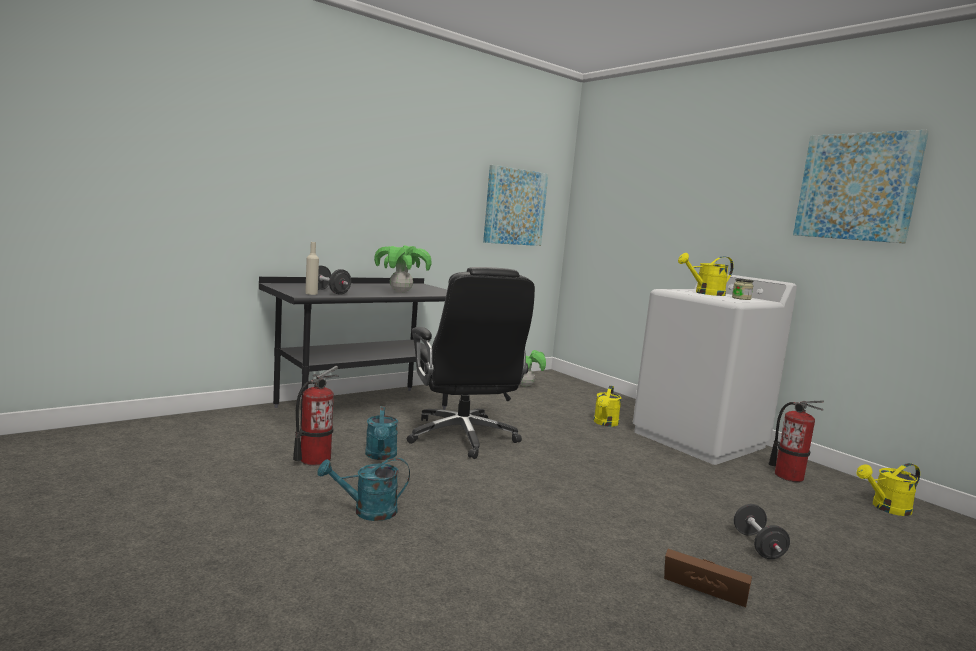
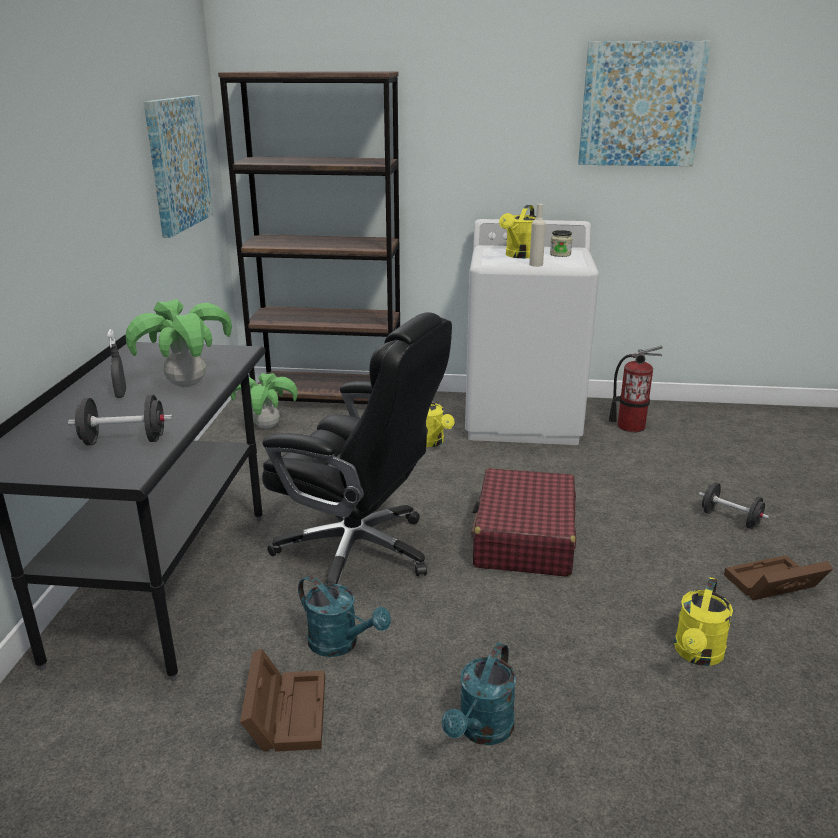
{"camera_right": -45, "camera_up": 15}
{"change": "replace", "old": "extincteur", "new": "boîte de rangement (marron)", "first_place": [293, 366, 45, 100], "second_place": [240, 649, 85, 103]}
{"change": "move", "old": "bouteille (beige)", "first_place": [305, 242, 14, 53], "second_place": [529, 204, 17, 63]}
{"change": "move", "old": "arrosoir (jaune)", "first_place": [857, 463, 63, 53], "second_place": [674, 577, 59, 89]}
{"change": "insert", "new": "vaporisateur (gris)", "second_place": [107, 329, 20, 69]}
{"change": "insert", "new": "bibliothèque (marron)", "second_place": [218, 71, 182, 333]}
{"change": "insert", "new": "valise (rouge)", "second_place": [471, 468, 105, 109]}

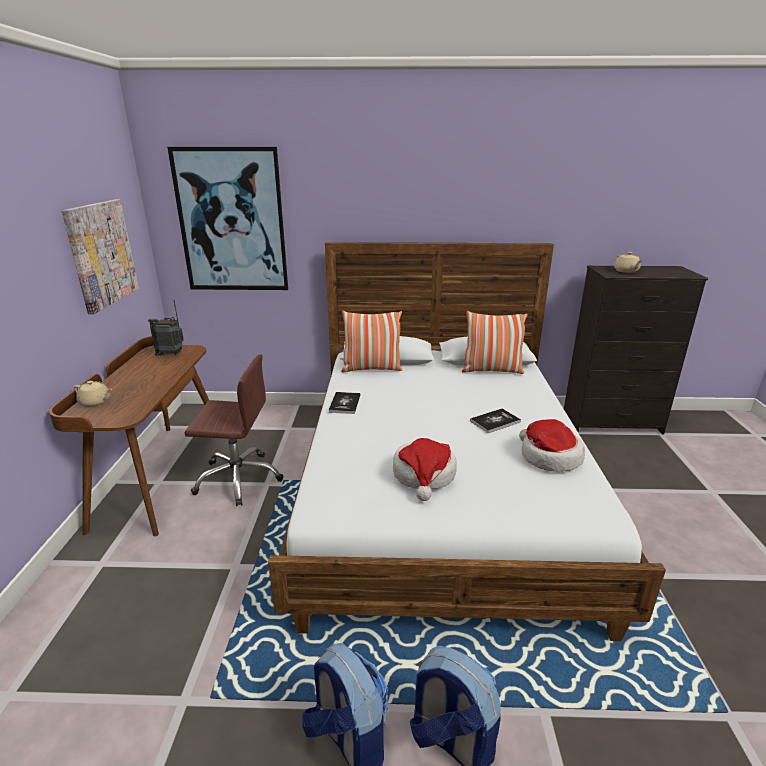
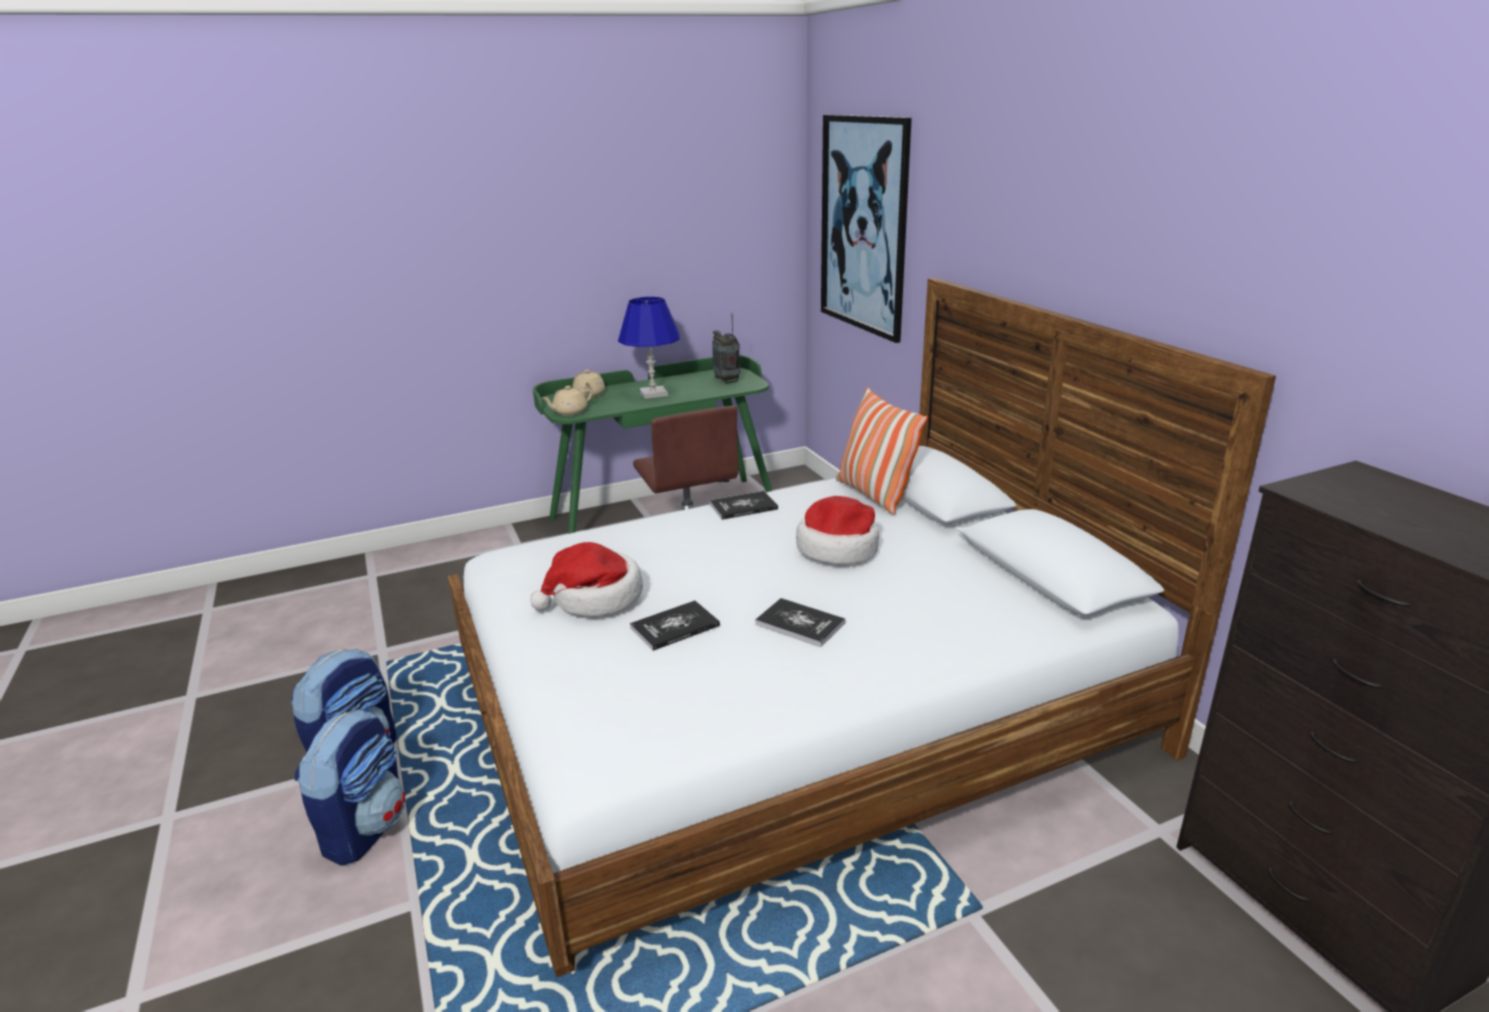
{"camera_right": 65, "camera_up": 0}
{"change": "recolor", "old": "bureau (marron)", "new": "bureau (vert)", "first_place": [49, 336, 160, 200], "second_place": [533, 355, 239, 179]}
{"change": "delete", "old": "tableau", "first_place": [62, 199, 77, 115]}
{"change": "delete", "old": "coussin", "first_place": [462, 311, 66, 63]}
{"change": "move", "old": "chapeau", "first_place": [519, 419, 66, 53], "second_place": [796, 496, 83, 68]}
{"change": "move", "old": "théière (beige)", "first_place": [614, 252, 29, 21], "second_place": [542, 386, 50, 30]}
{"change": "insert", "new": "lampe de table (bleu)", "second_place": [618, 297, 62, 102]}
{"change": "insert", "new": "livre", "second_place": [630, 600, 90, 51]}

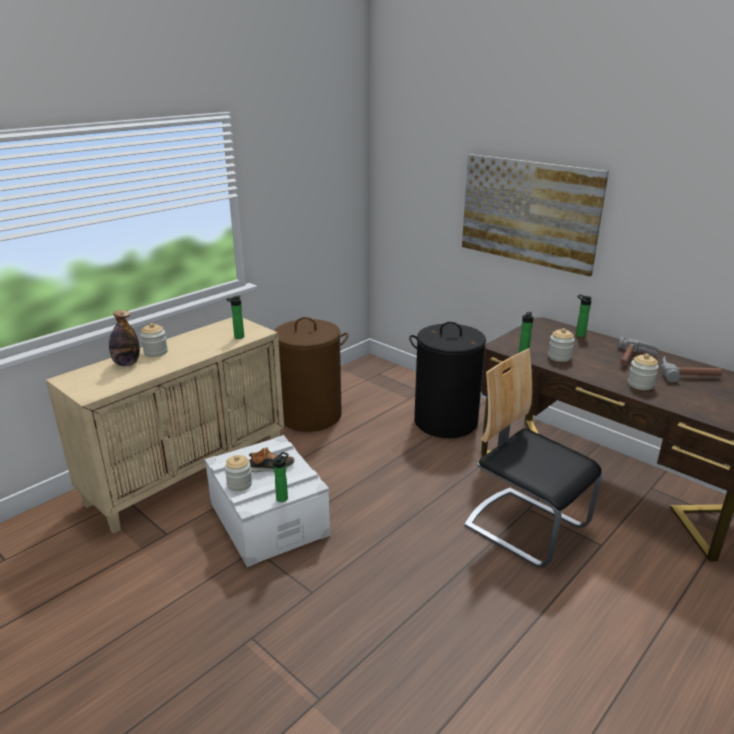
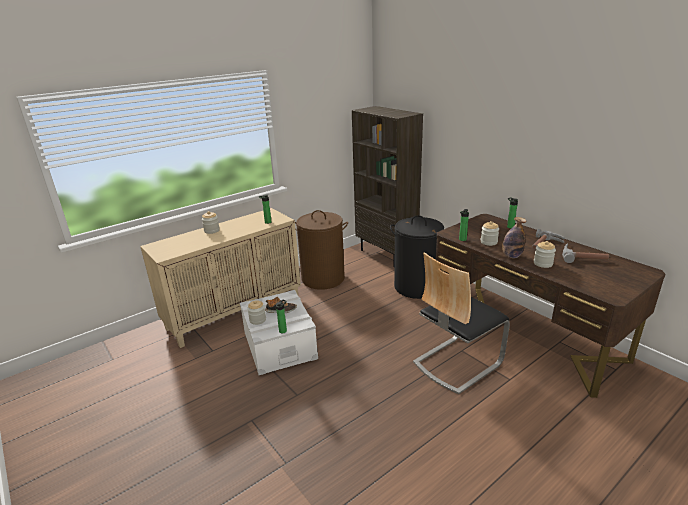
{"camera_right": 10, "camera_up": 0}
{"change": "move", "old": "bouteille", "first_place": [109, 310, 31, 56], "second_place": [502, 217, 24, 41]}
{"change": "delete", "old": "tableau", "first_place": [462, 154, 147, 123]}
{"change": "rotate", "old": "chaise", "first_place": [464, 348, 138, 220], "second_place": [413, 252, 97, 142], "degrees": -90}
{"change": "insert", "new": "bibliothèque (marron)", "second_place": [352, 106, 71, 161]}

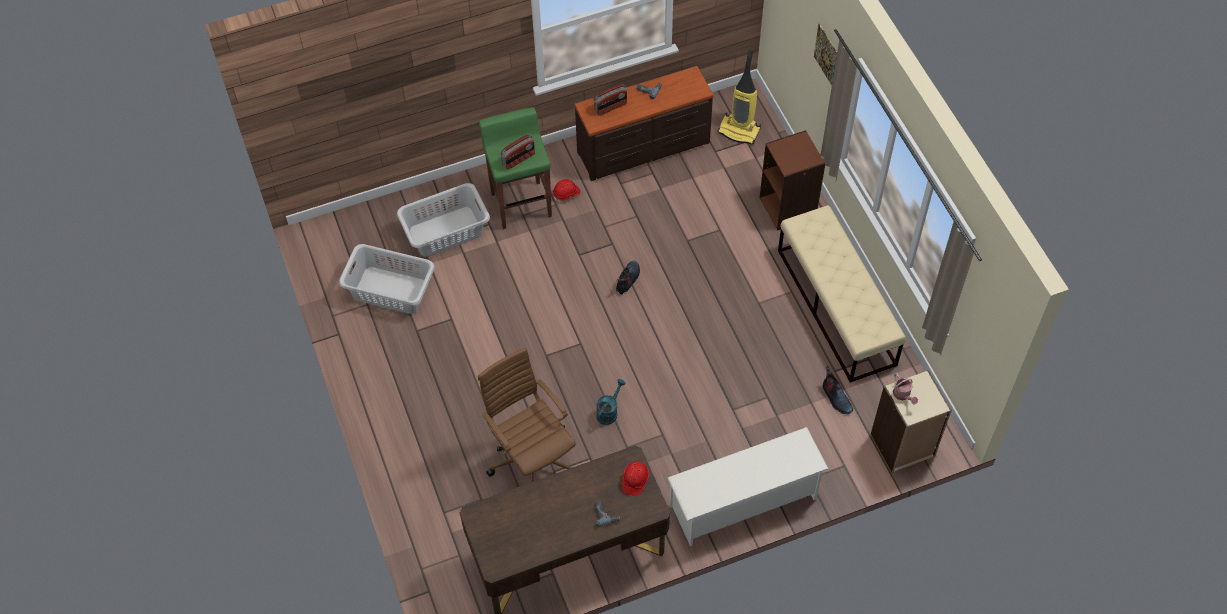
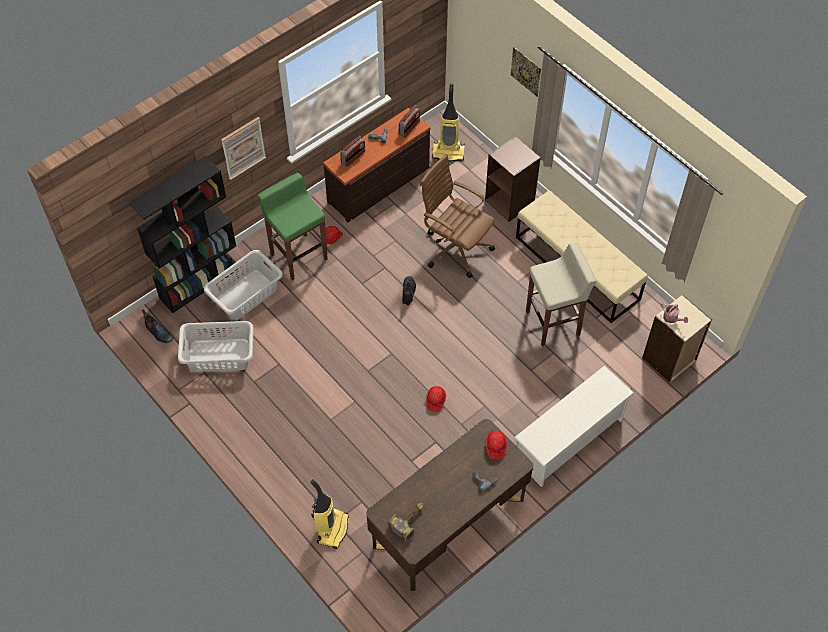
{"camera_right": -20, "camera_up": 0}
{"change": "move", "old": "chaise de bureau (marron)", "first_place": [478, 348, 98, 135], "second_place": [420, 155, 75, 123]}
{"change": "move", "old": "radio", "first_place": [501, 134, 34, 36], "second_place": [399, 106, 21, 31]}
{"change": "replace", "old": "arrosoir (turquoise)", "new": "casque de chantier (rouge)", "first_place": [596, 379, 30, 46], "second_place": [426, 386, 20, 26]}
{"change": "move", "old": "botte", "first_place": [823, 366, 30, 48], "second_place": [142, 309, 31, 34]}
{"change": "insert", "new": "bibliothèque (noir)", "second_place": [129, 156, 112, 157]}
{"change": "insert", "new": "tableau", "second_place": [221, 117, 45, 63]}
{"change": "insert", "new": "aspirateur", "second_place": [311, 479, 38, 70]}
{"change": "insert", "new": "marteau", "second_place": [387, 503, 37, 39]}
{"change": "insert", "new": "tabouret (beige)", "second_place": [526, 242, 70, 104]}

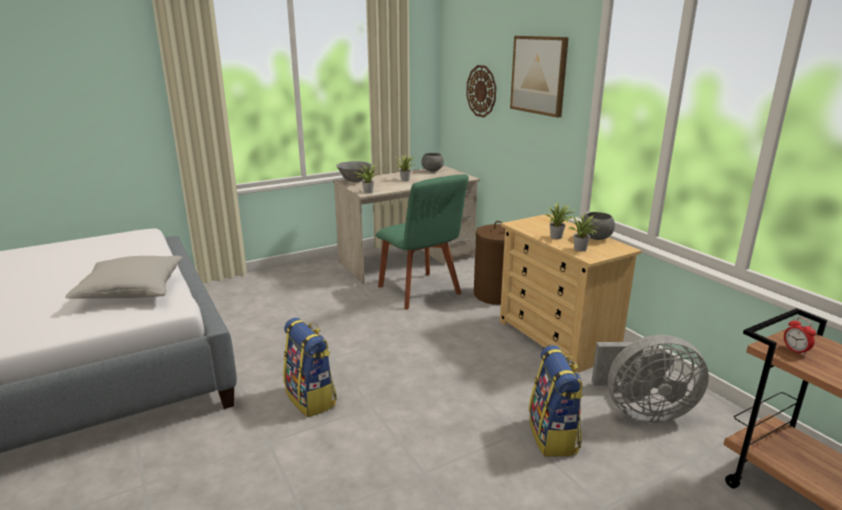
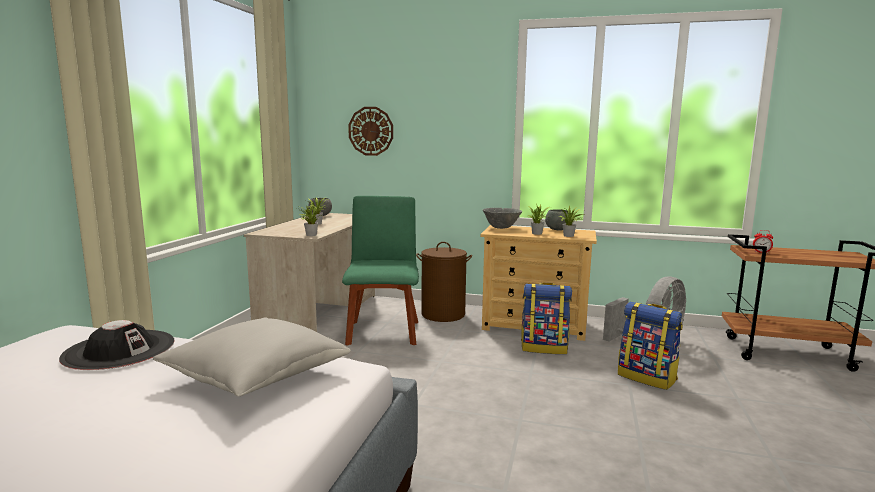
{"camera_right": -45, "camera_up": -10}
{"change": "move", "old": "sac à dos", "first_place": [283, 318, 54, 99], "second_place": [521, 282, 51, 72]}
{"change": "move", "old": "bol (gris)", "first_place": [336, 161, 36, 21], "second_place": [483, 208, 39, 21]}
{"change": "rotate", "old": "chaise (vert)", "first_place": [376, 174, 93, 136], "second_place": [342, 196, 77, 149], "degrees": -105}
{"change": "delete", "old": "tableau", "first_place": [510, 36, 59, 82]}
{"change": "insert", "new": "chapeau (noir)", "second_place": [59, 320, 115, 50]}

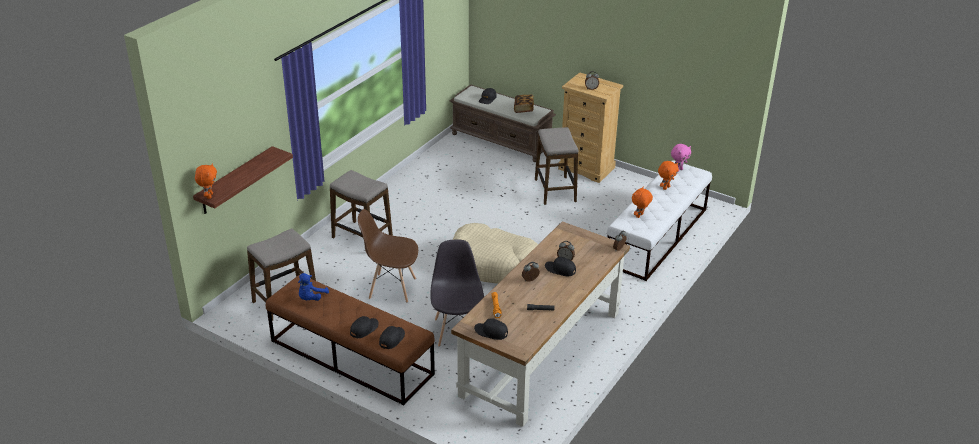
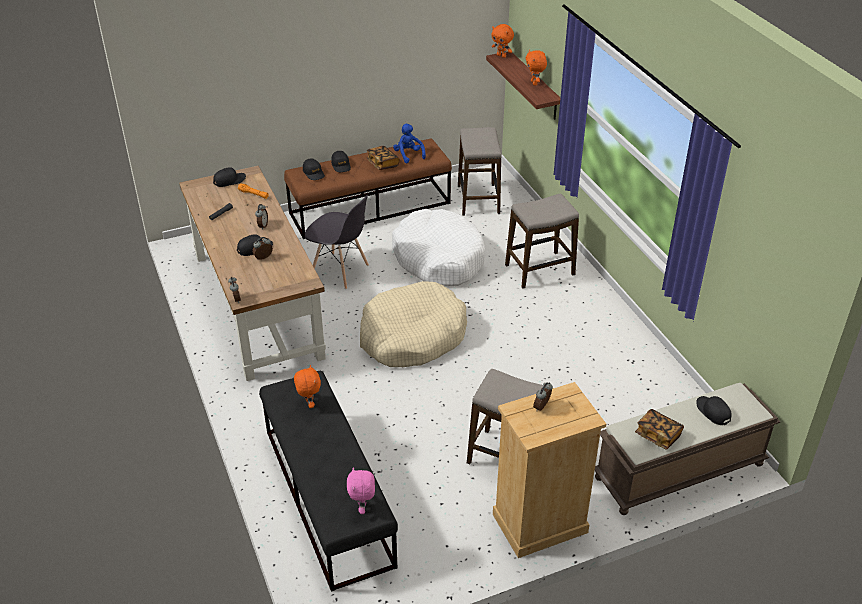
{"camera_right": 125, "camera_up": 5}
{"change": "replace", "old": "chaise (marron)", "new": "panier pour chien (blanc)", "first_place": [358, 209, 60, 94], "second_place": [392, 209, 93, 78]}
{"change": "recolor", "old": "banc (blanc)", "new": "banc (noir)", "first_place": [607, 160, 105, 121], "second_place": [259, 371, 139, 221]}
{"change": "move", "old": "peluche (orange)", "first_place": [658, 161, 21, 29], "second_place": [526, 50, 21, 36]}
{"change": "insert", "new": "livre", "second_place": [366, 146, 34, 24]}

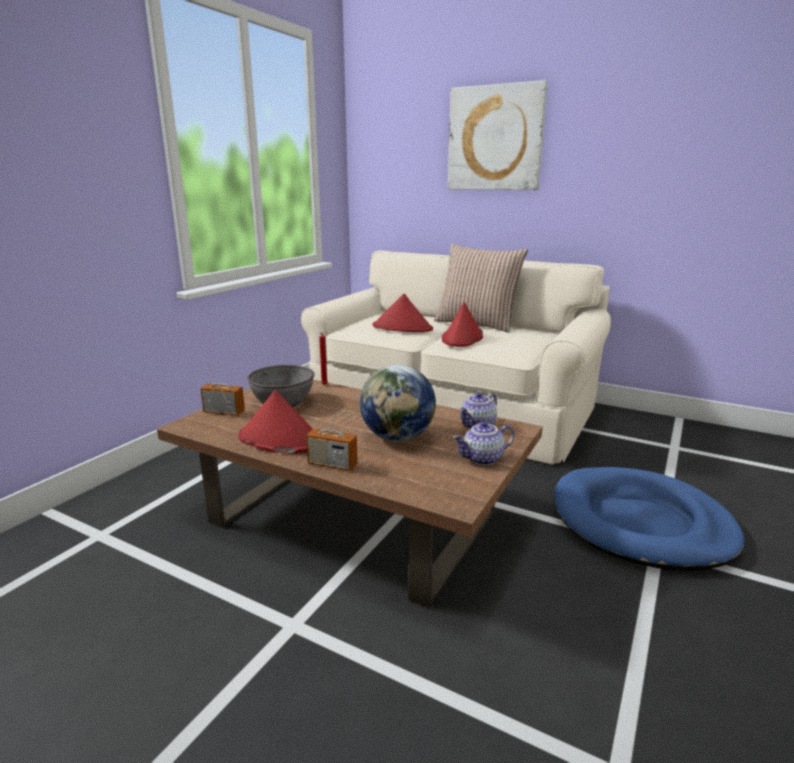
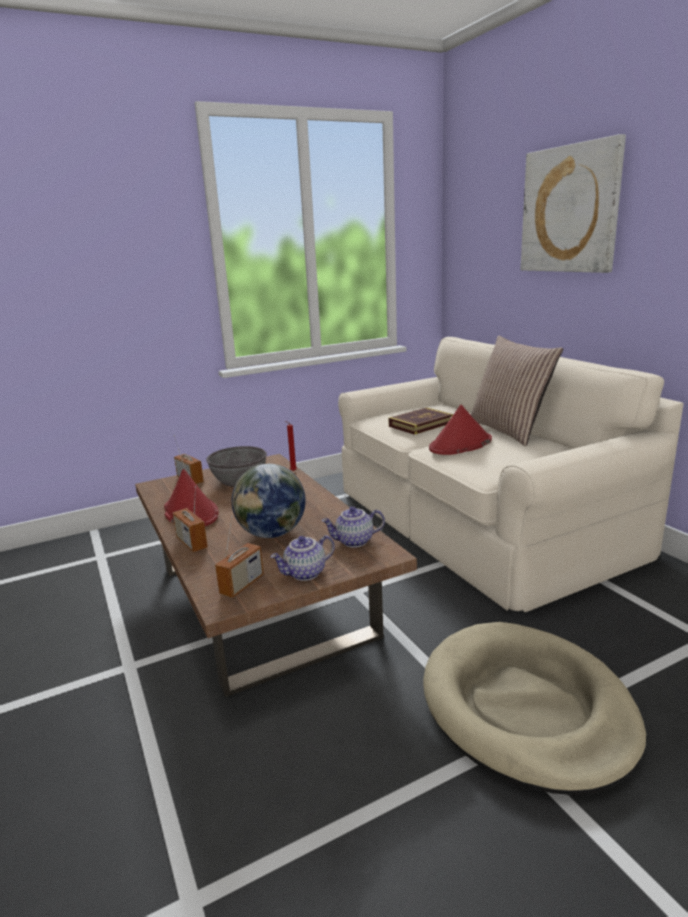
{"camera_right": 35, "camera_up": 0}
{"change": "replace", "old": "chapeau (rouge)", "new": "livre", "first_place": [373, 294, 60, 38], "second_place": [389, 407, 64, 28]}
{"change": "rotate", "old": "théière", "first_place": [453, 421, 61, 44], "second_place": [270, 535, 65, 46], "degrees": -45}
{"change": "recolor", "old": "panier pour chien (bleu)", "new": "panier pour chien (beige)", "first_place": [554, 467, 191, 104], "second_place": [423, 622, 223, 173]}
{"change": "insert", "new": "radio", "second_place": [215, 515, 49, 83]}

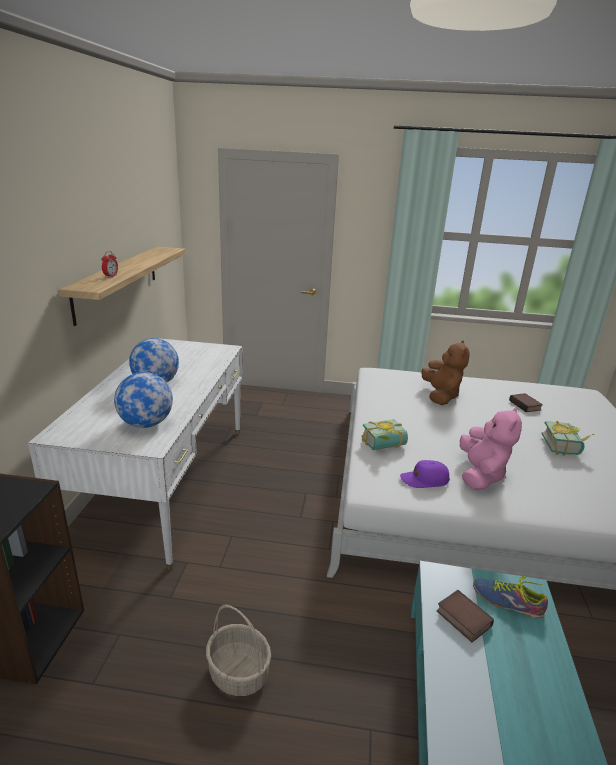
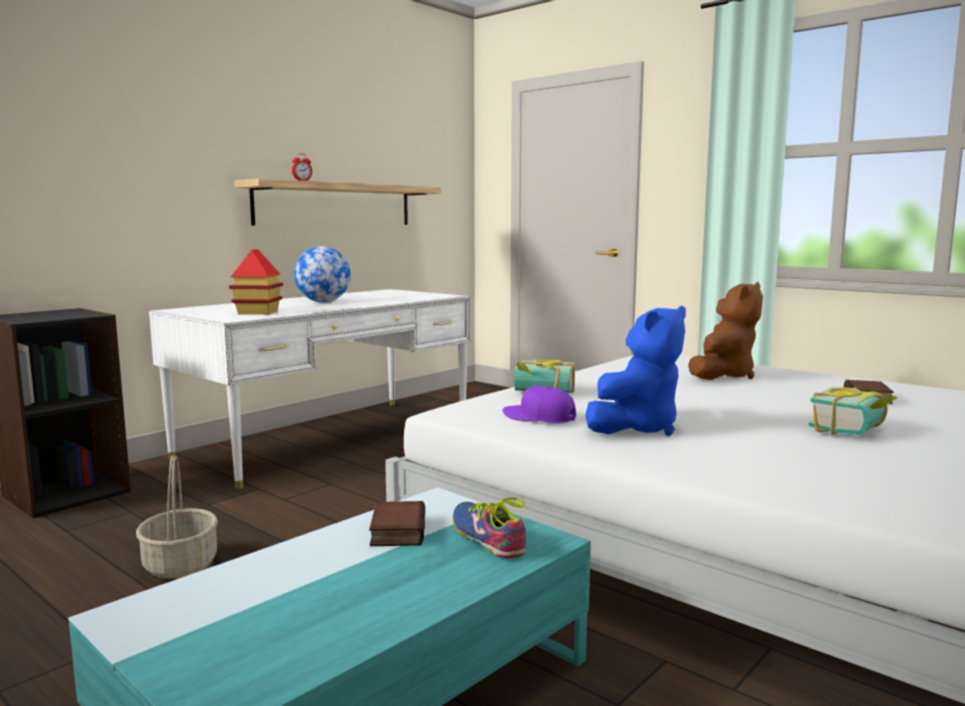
{"camera_right": 35, "camera_up": -15}
{"change": "replace", "old": "globe", "new": "maison miniature", "first_place": [114, 372, 59, 56], "second_place": [229, 249, 54, 66]}
{"change": "recolor", "old": "peluche (rose)", "new": "peluche (bleu)", "first_place": [460, 407, 62, 84], "second_place": [585, 306, 101, 130]}

